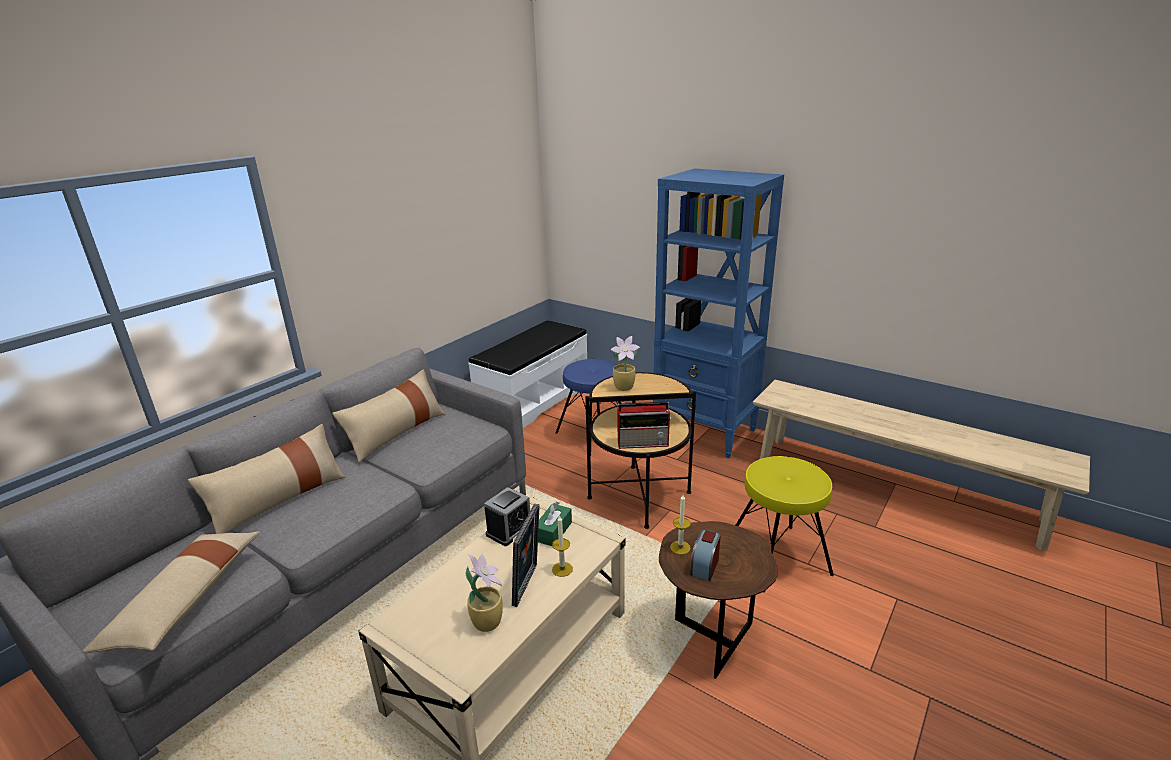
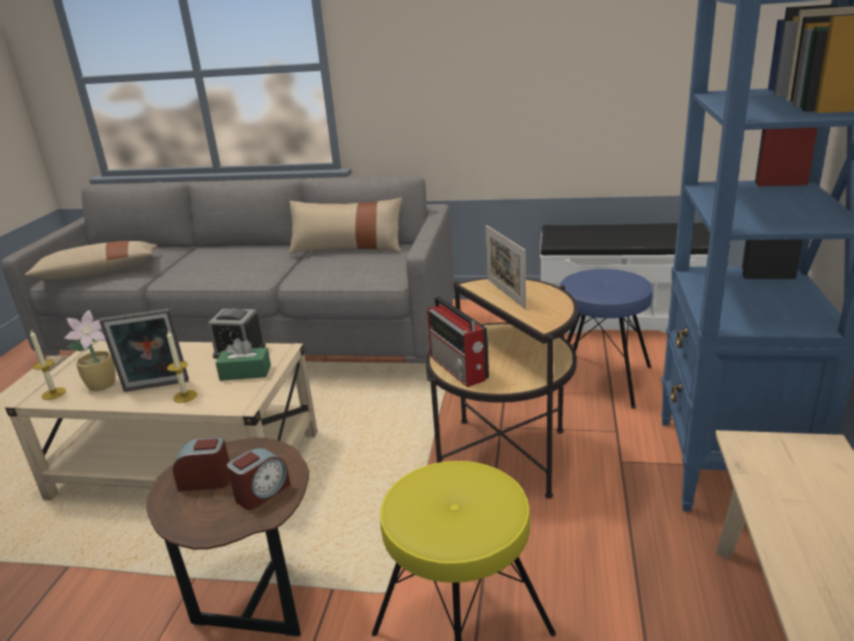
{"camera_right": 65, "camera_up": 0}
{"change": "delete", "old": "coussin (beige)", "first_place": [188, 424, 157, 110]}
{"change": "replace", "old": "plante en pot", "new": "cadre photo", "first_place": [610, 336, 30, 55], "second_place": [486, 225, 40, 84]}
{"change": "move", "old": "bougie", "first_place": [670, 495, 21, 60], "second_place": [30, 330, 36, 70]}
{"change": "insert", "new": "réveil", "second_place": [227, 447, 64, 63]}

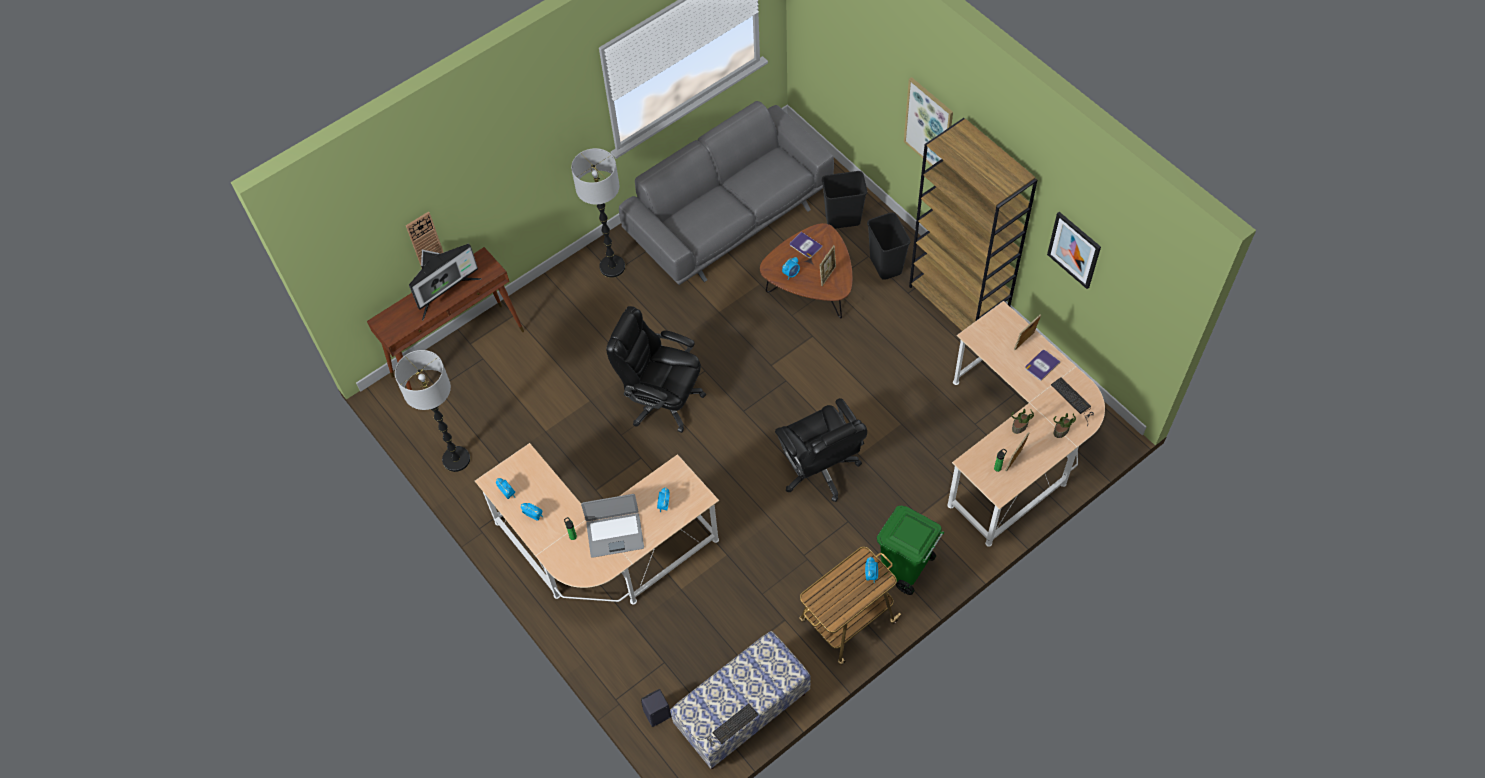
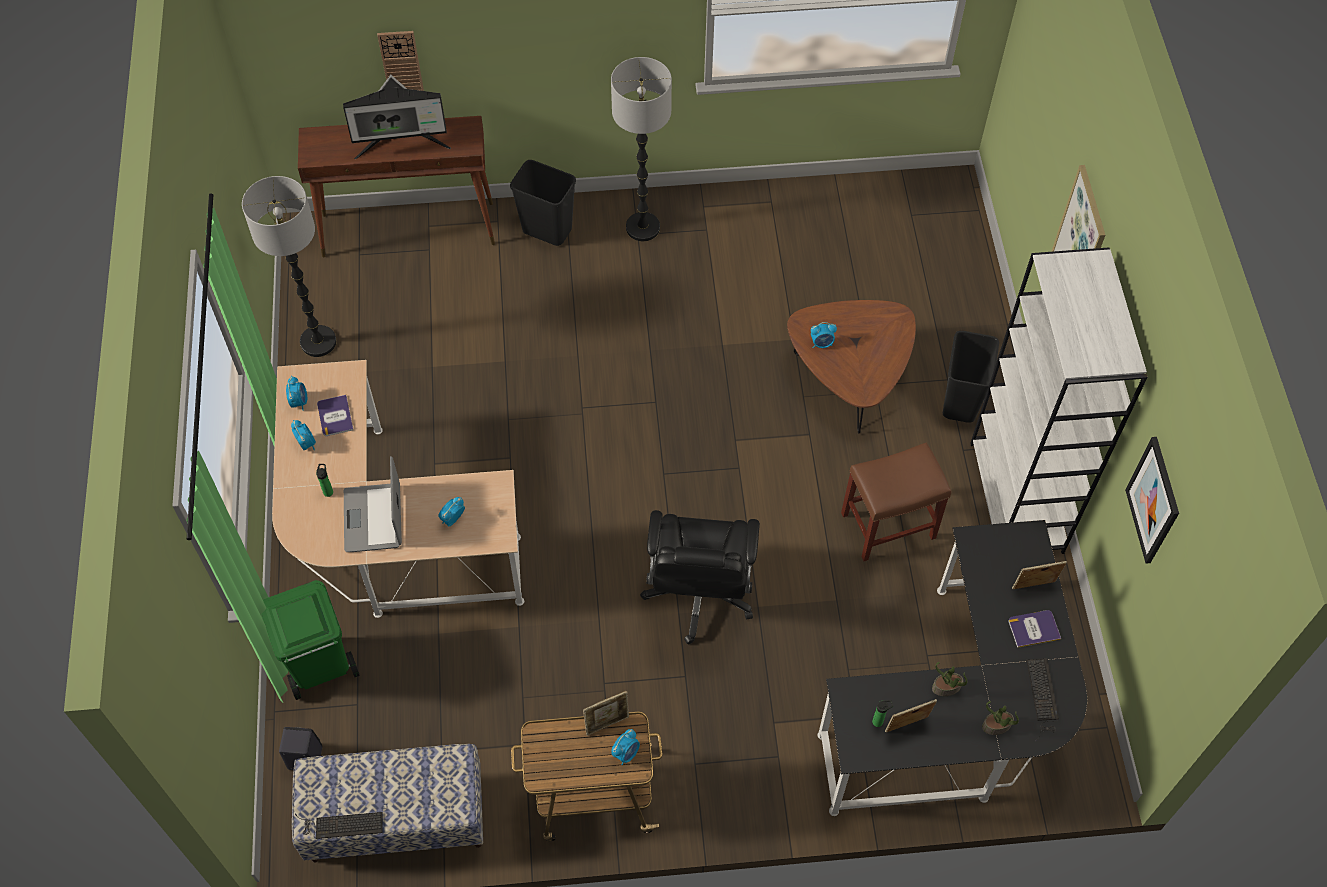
{"camera_right": 30, "camera_up": 0}
{"change": "rotate", "old": "ordinateur portable", "first_place": [581, 494, 63, 64], "second_place": [344, 456, 58, 96], "degrees": 60}
{"change": "delete", "old": "chaise de bureau (noir)", "first_place": [606, 306, 100, 127]}
{"change": "delete", "old": "canapé (gris)", "first_place": [619, 101, 215, 184]}
{"change": "move", "old": "livre", "first_place": [790, 232, 33, 26], "second_place": [317, 395, 37, 41]}
{"change": "move", "old": "cadre photo", "first_place": [820, 245, 16, 41], "second_place": [583, 691, 46, 45]}
{"change": "move", "old": "poubelle (noir)", "first_place": [822, 171, 45, 58], "second_place": [510, 160, 66, 86]}
{"change": "move", "old": "poubelle (vert)", "first_place": [877, 506, 67, 89], "second_place": [261, 580, 99, 120]}
{"change": "recolor", "old": "bibliothèque (marron)", "new": "bibliothèque (blanc)", "first_place": [909, 118, 128, 213], "second_place": [970, 247, 178, 307]}
{"change": "recolor", "old": "bureau (beige)", "new": "bureau (noir)", "first_place": [947, 301, 158, 246], "second_place": [818, 520, 269, 296]}
{"change": "insert", "new": "tabouret (marron)", "second_place": [841, 442, 110, 119]}

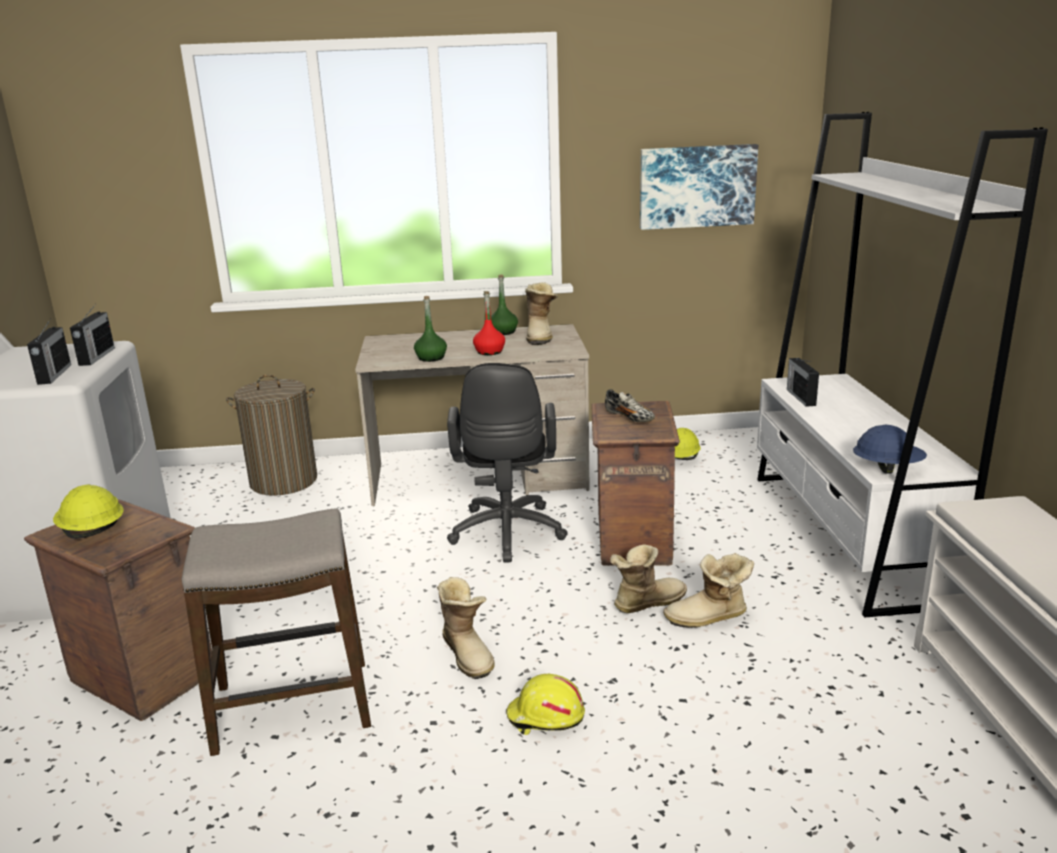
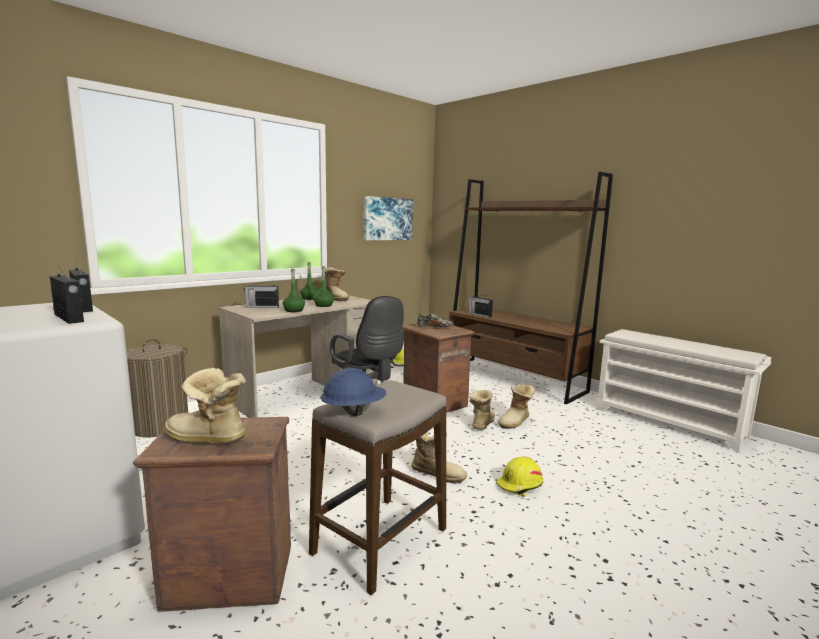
{"camera_right": -40, "camera_up": -10}
{"change": "replace", "old": "casque de chantier (jaune)", "new": "botte", "first_place": [53, 484, 71, 55], "second_place": [164, 368, 82, 75]}
{"change": "recolor", "old": "bouteille (rouge)", "new": "bouteille (vert)", "first_place": [473, 291, 32, 64], "second_place": [313, 266, 21, 41]}
{"change": "recolor", "old": "bibliothèque (blanc)", "new": "bibliothèque (marron)", "first_place": [757, 112, 291, 505], "second_place": [449, 172, 164, 233]}
{"change": "move", "old": "casque de chantier (bleu)", "first_place": [853, 425, 74, 49], "second_place": [320, 368, 67, 48]}
{"change": "insert", "new": "radio", "second_place": [244, 281, 35, 27]}

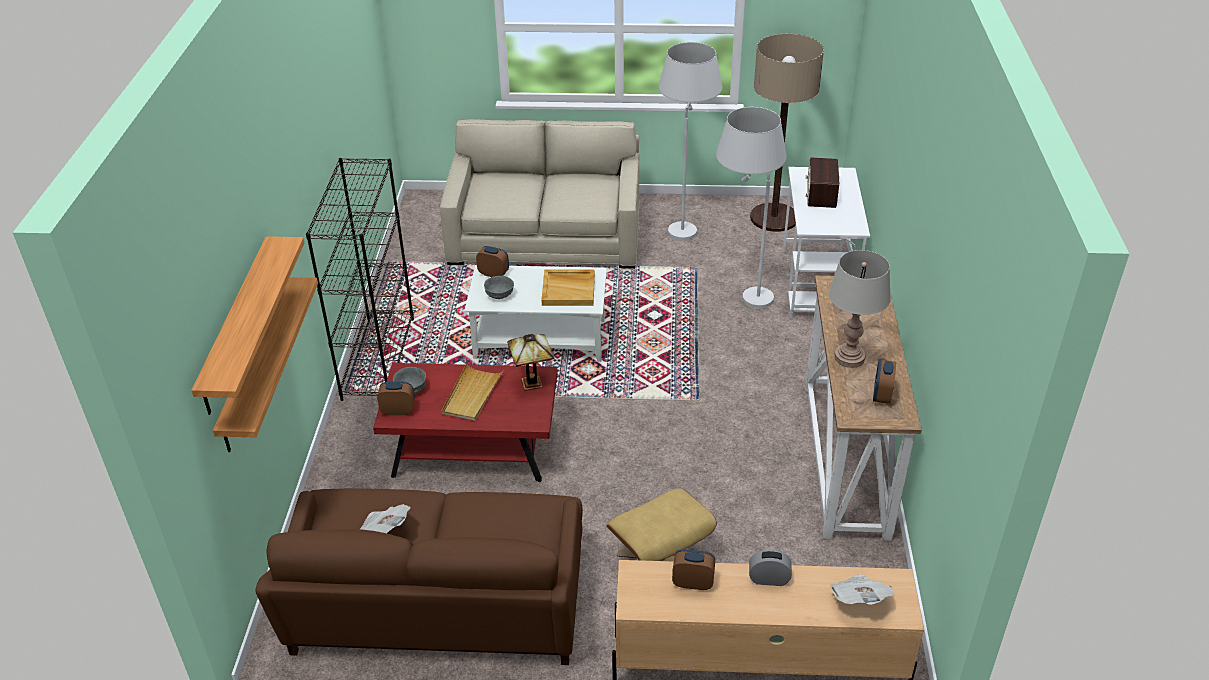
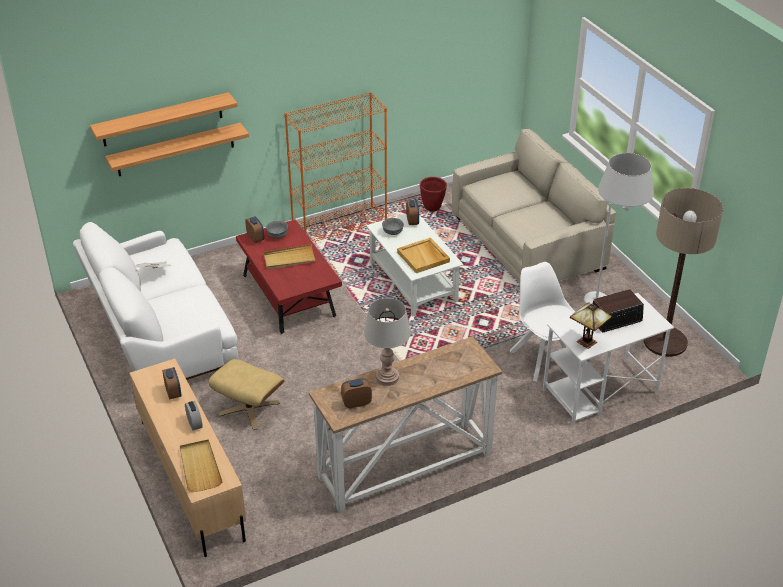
{"camera_right": 60, "camera_up": 0}
{"change": "recolor", "old": "canapé (marron)", "new": "canapé (blanc)", "first_place": [255, 488, 328, 177], "second_place": [73, 222, 165, 158]}
{"change": "recolor", "old": "bibliothèque (noir)", "new": "bibliothèque (orange)", "first_place": [306, 158, 108, 243], "second_place": [284, 92, 103, 150]}
{"change": "move", "old": "lampe de table", "first_place": [507, 334, 47, 57], "second_place": [570, 302, 42, 47]}
{"change": "replace", "old": "lampadaire (blanc)", "new": "chaise (blanc)", "first_place": [716, 107, 71, 202], "second_place": [510, 262, 65, 120]}
{"change": "replace", "old": "journal", "new": "plateau (beige)", "first_place": [831, 574, 63, 31], "second_place": [180, 439, 43, 53]}
{"change": "insert", "new": "cache-pot (rouge)", "second_place": [420, 177, 27, 34]}

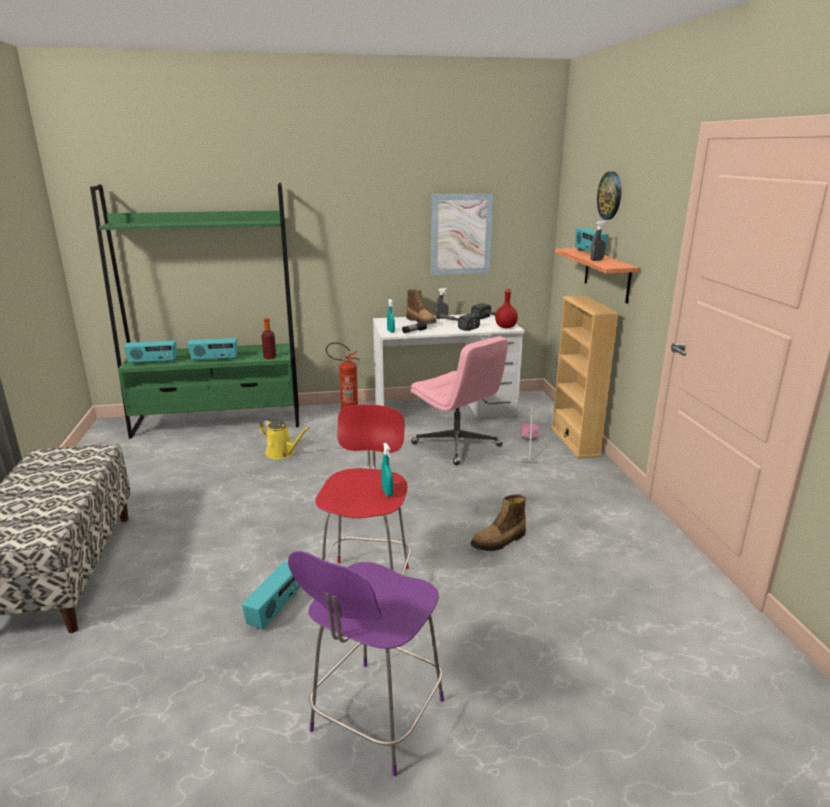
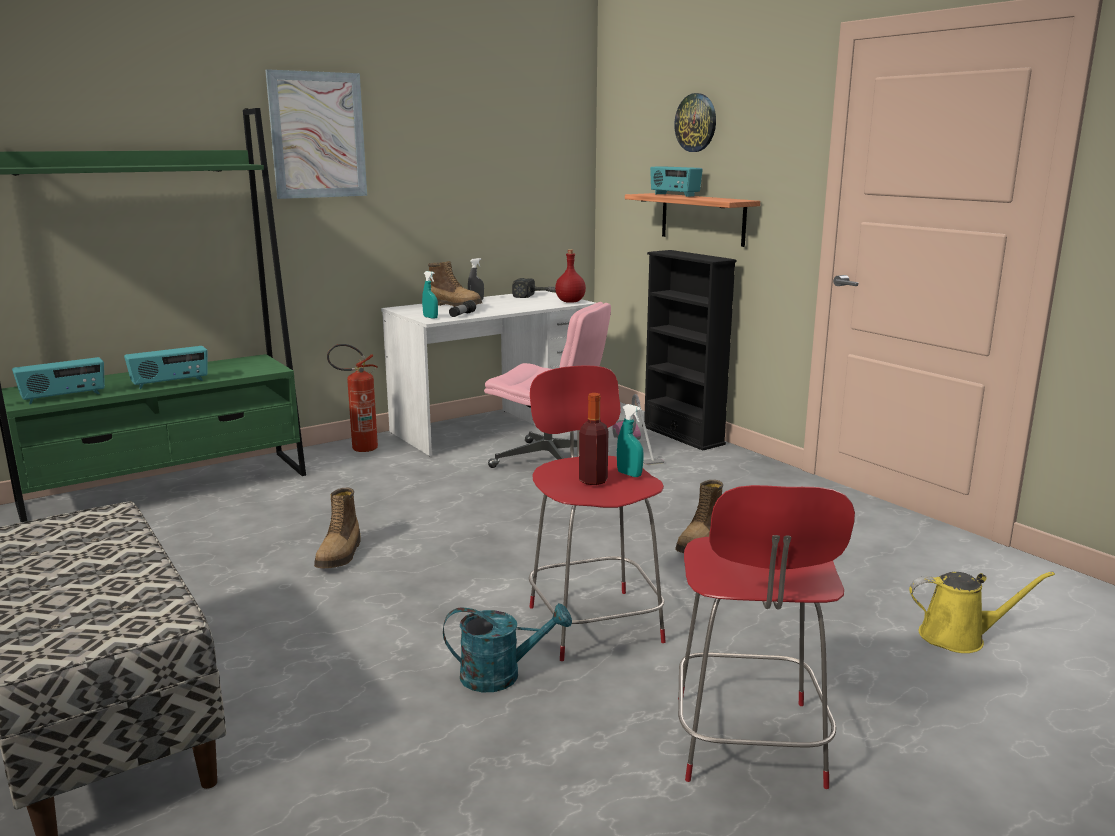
{"camera_right": -25, "camera_up": -5}
{"change": "replace", "old": "radio", "new": "arrosoir (turquoise)", "first_place": [242, 561, 59, 69], "second_place": [443, 603, 129, 89]}
{"change": "move", "old": "arrosoir (jaune)", "first_place": [260, 421, 49, 38], "second_place": [909, 572, 146, 81]}
{"change": "move", "old": "bouteille", "first_place": [262, 318, 14, 41], "second_place": [579, 393, 30, 92]}
{"change": "recolor", "old": "tabouret (violet)", "new": "tabouret (rouge)", "first_place": [288, 551, 156, 225], "second_place": [678, 485, 177, 304]}
{"change": "move", "old": "tableau", "first_place": [431, 194, 62, 81], "second_place": [265, 69, 102, 130]}
{"change": "delete", "old": "marteau", "first_place": [438, 314, 42, 17]}
{"change": "recolor", "old": "bibliothèque (beige)", "new": "bibliothèque (noir)", "first_place": [551, 296, 68, 162], "second_place": [642, 250, 95, 201]}
{"change": "delete", "old": "vaporisateur (gris)", "first_place": [590, 221, 16, 40]}
{"change": "insert", "new": "botte", "second_place": [314, 488, 47, 80]}

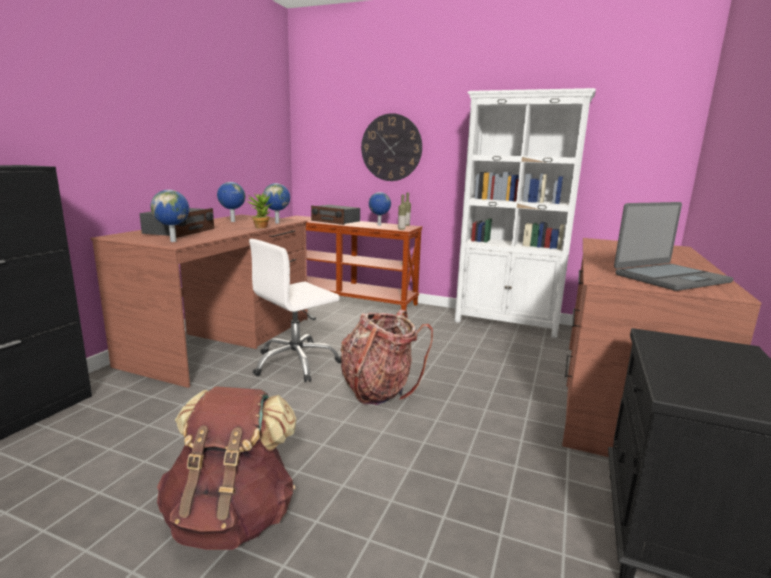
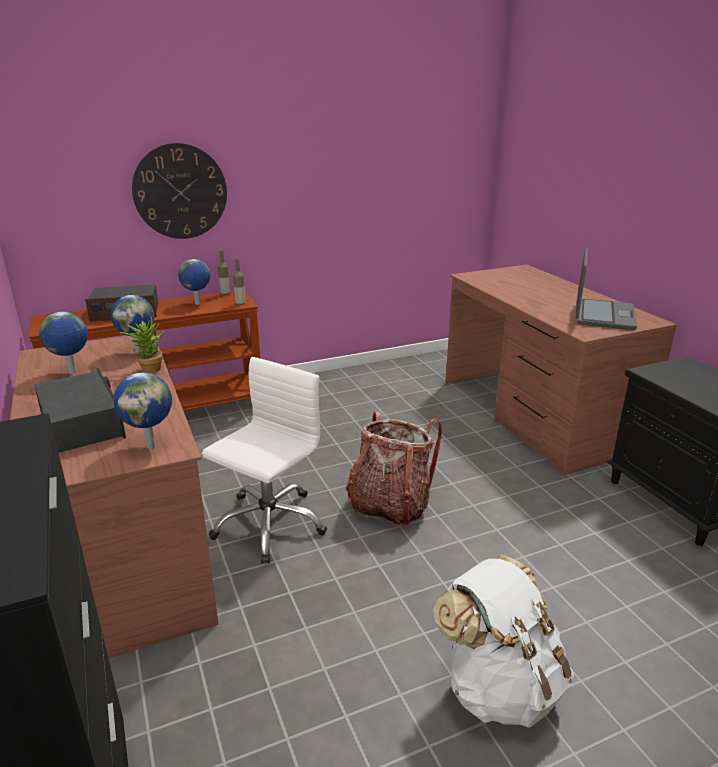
{"camera_right": -45, "camera_up": 10}
{"change": "recolor", "old": "sac à dos (marron)", "new": "sac à dos (blanc)", "first_place": [157, 387, 140, 163], "second_place": [433, 555, 141, 173]}
{"change": "rotate", "old": "chaise de bureau (blanc)", "first_place": [249, 239, 93, 143], "second_place": [202, 357, 125, 207], "degrees": -150}
{"change": "delete", "old": "bibliothèque (blanc)", "first_place": [454, 88, 142, 250]}

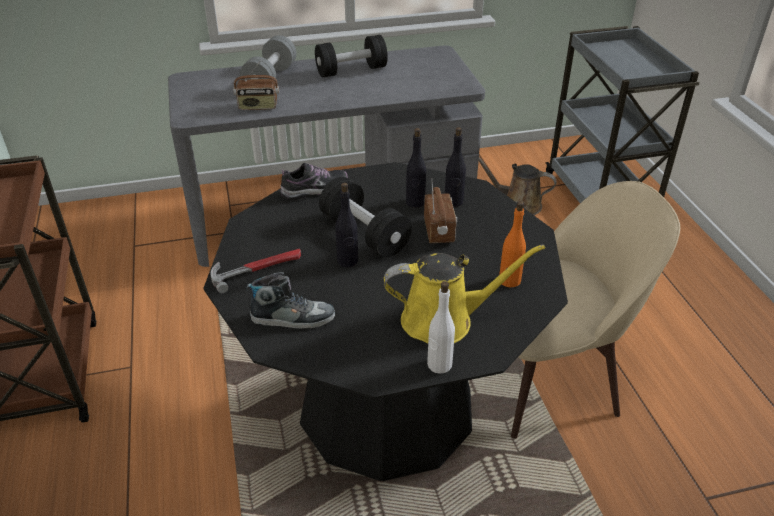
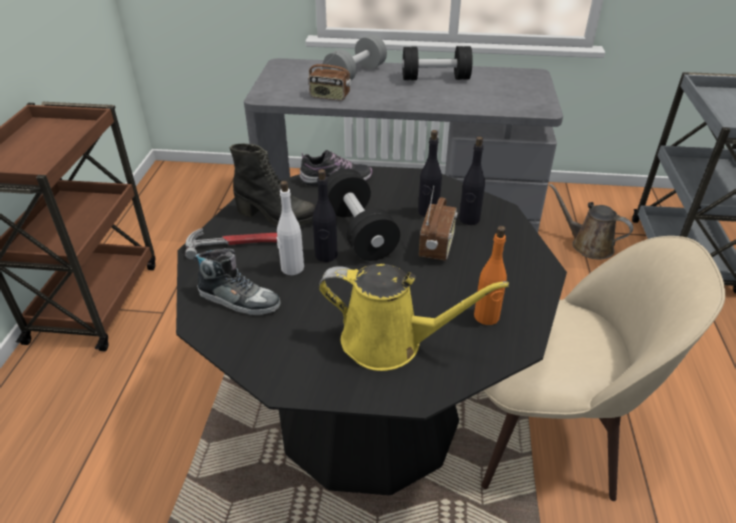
{"camera_right": 20, "camera_up": 0}
{"change": "move", "old": "bouteille (blanc)", "first_place": [427, 281, 28, 93], "second_place": [277, 181, 27, 94]}
{"change": "insert", "new": "botte (noir)", "second_place": [230, 144, 86, 82]}

